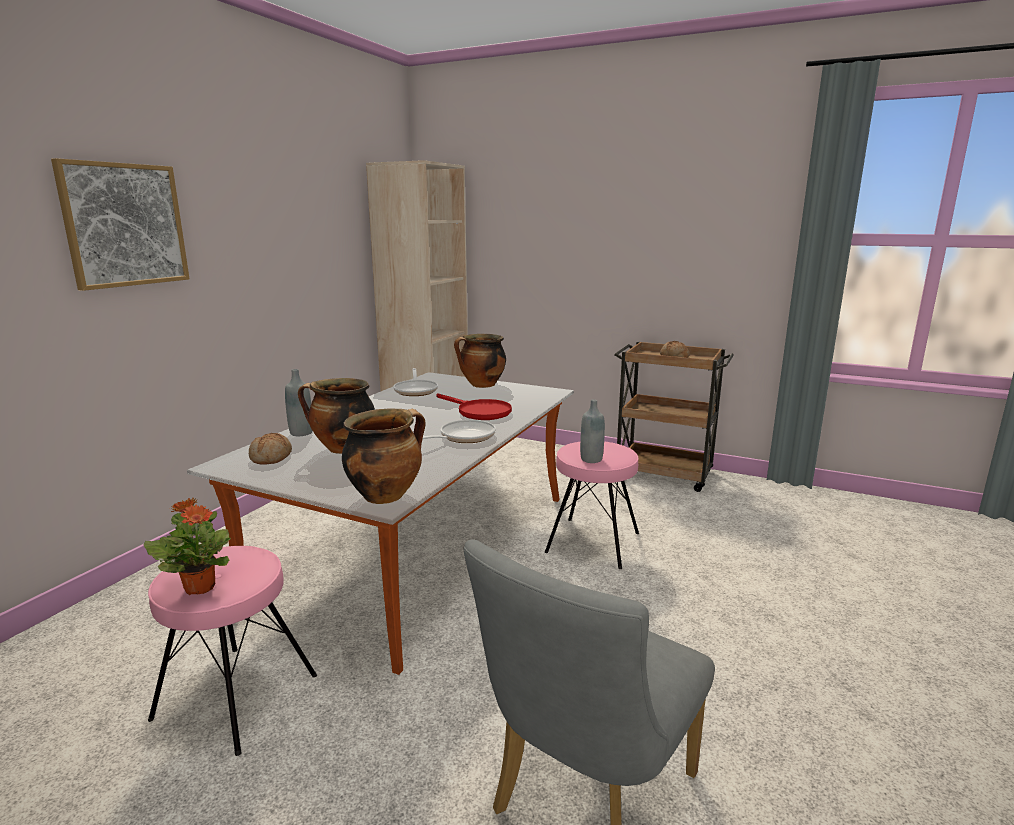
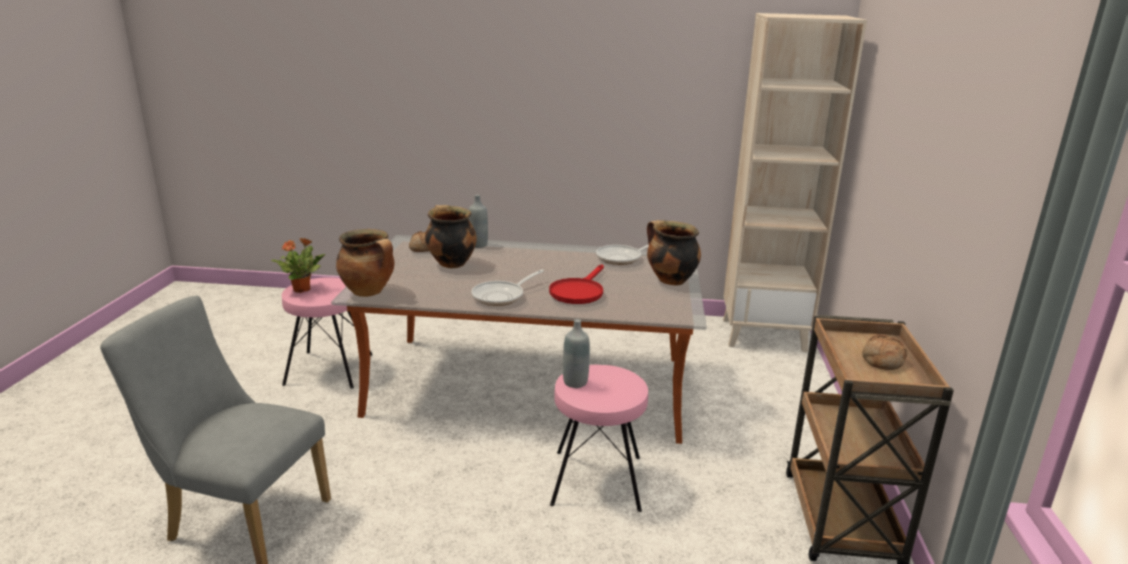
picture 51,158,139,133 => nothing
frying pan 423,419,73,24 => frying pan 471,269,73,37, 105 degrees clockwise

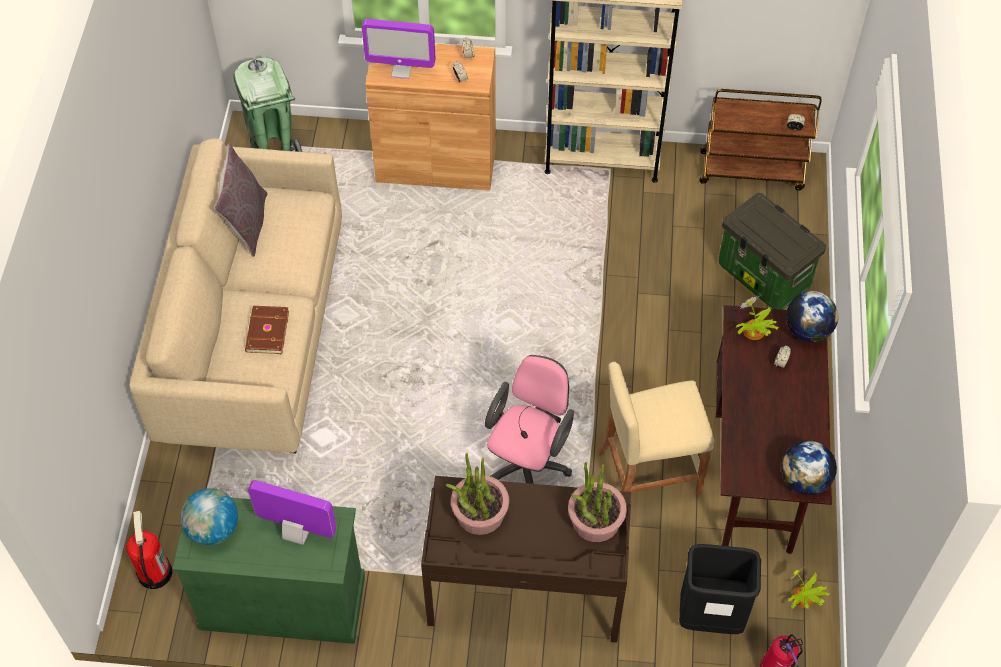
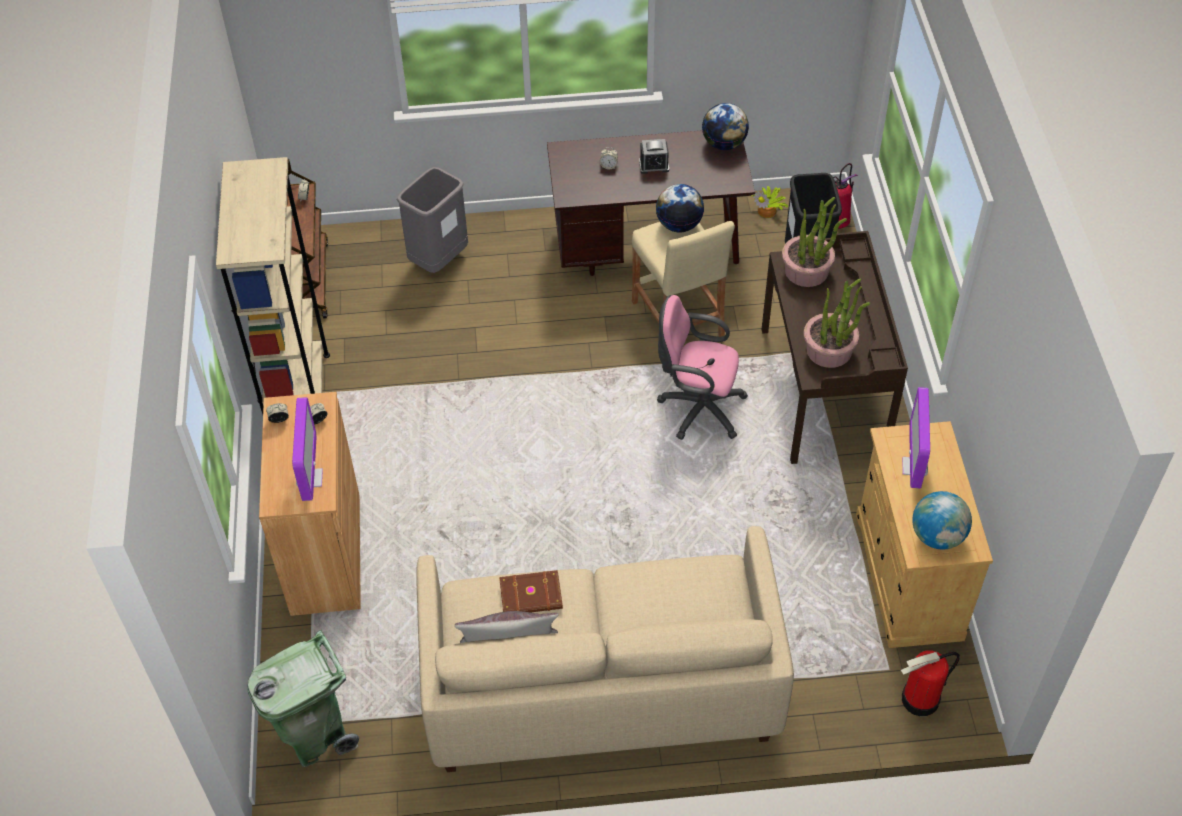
potted plant 736,296,43,44 => nothing
nothing => alarm clock 639,139,30,35
book/brown 245,306,44,48 => book/brown 499,570,64,42, shifted
globe 786,291,52,51 => globe 656,184,48,48, shifted
storage box 719,193,107,117 => trash can/grey 397,167,71,106
cabinet/green 172,494,193,150 => cabinet/beige 856,421,137,227

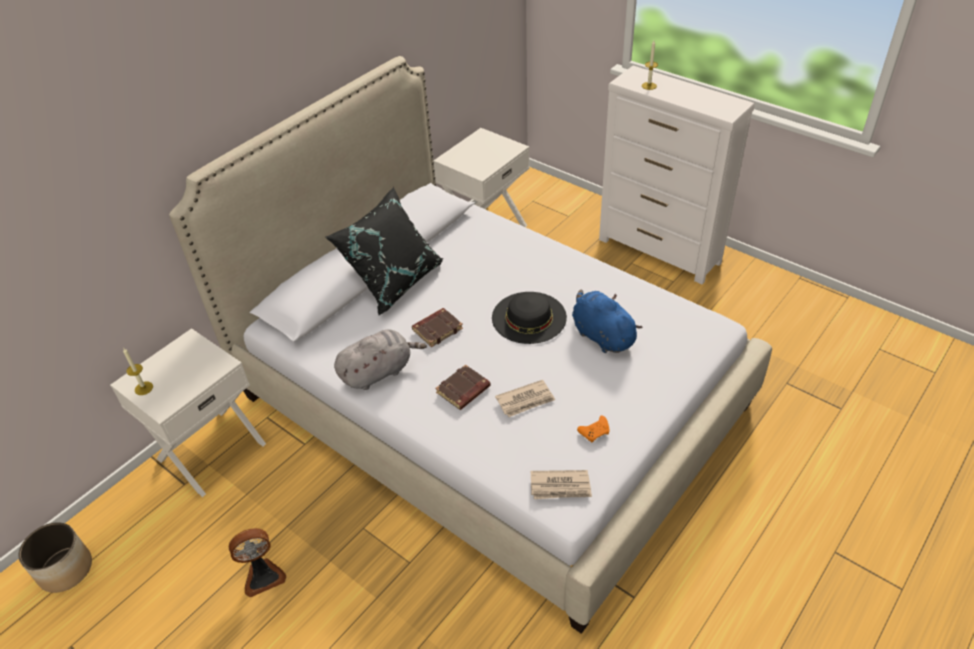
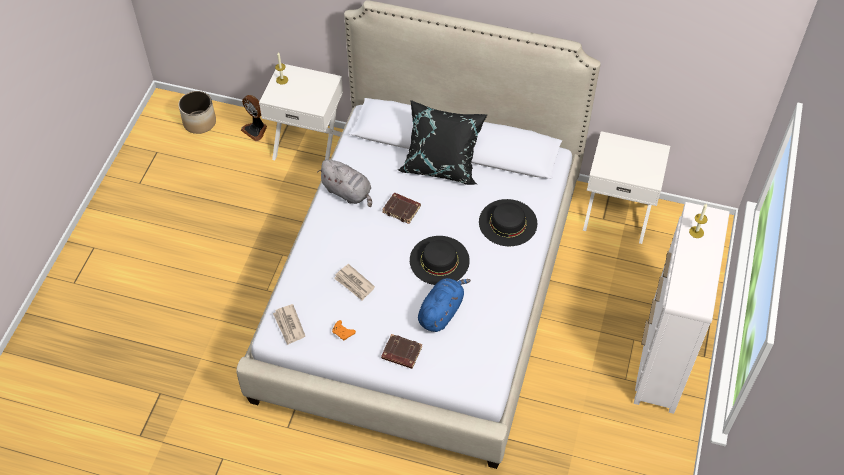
nothing => hat/black 479,199,58,47
fan 228,528,58,69 => fan 241,95,26,46, shifted
book/brown 435,364,56,46 => book/brown 381,334,41,35, shifted

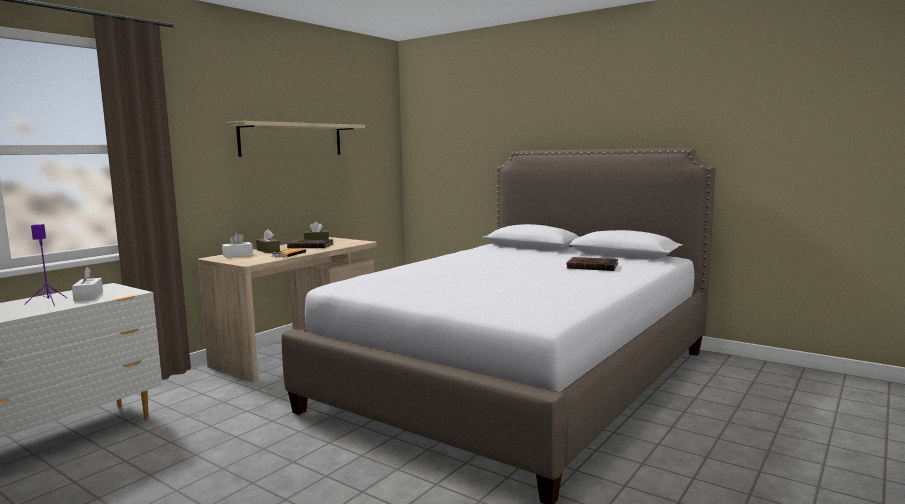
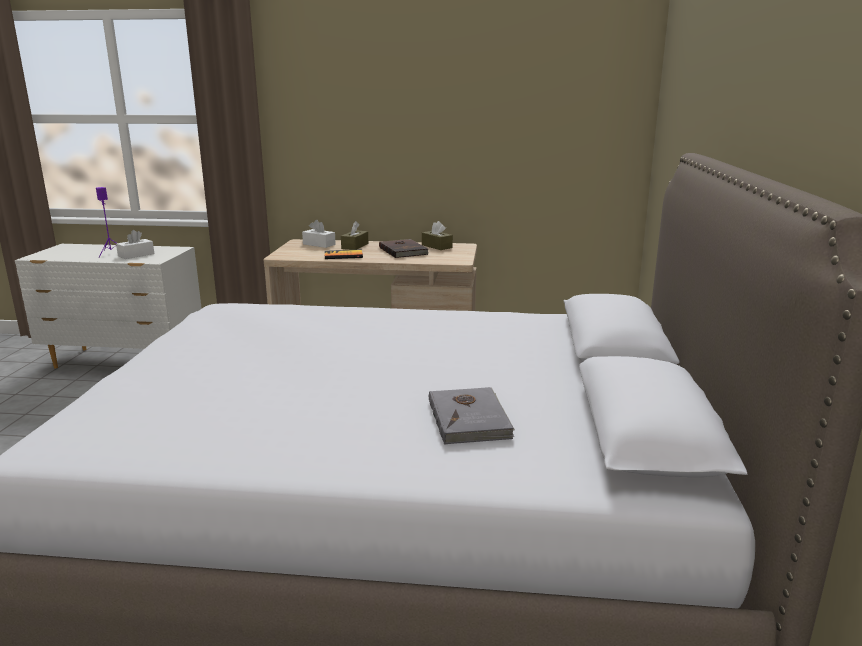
shelf/beige 225,121,140,36 => nothing
book/brown 566,257,52,14 => book/grey 429,387,86,58

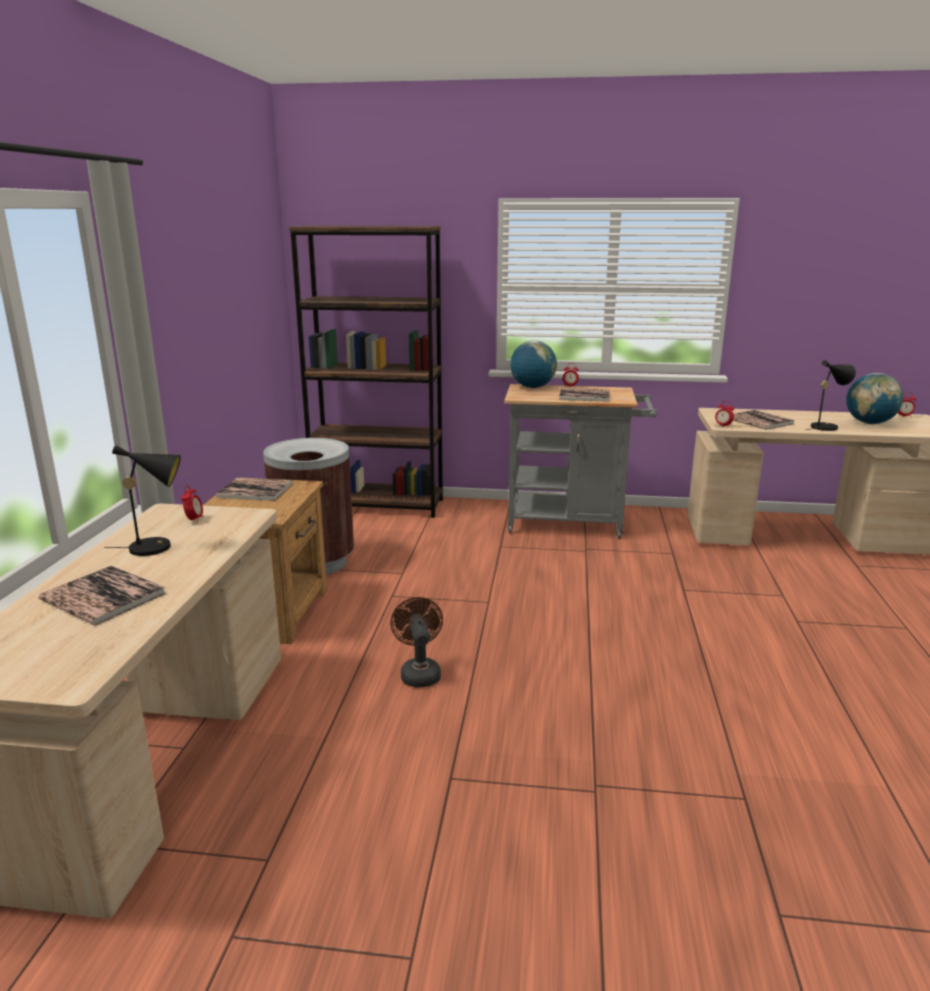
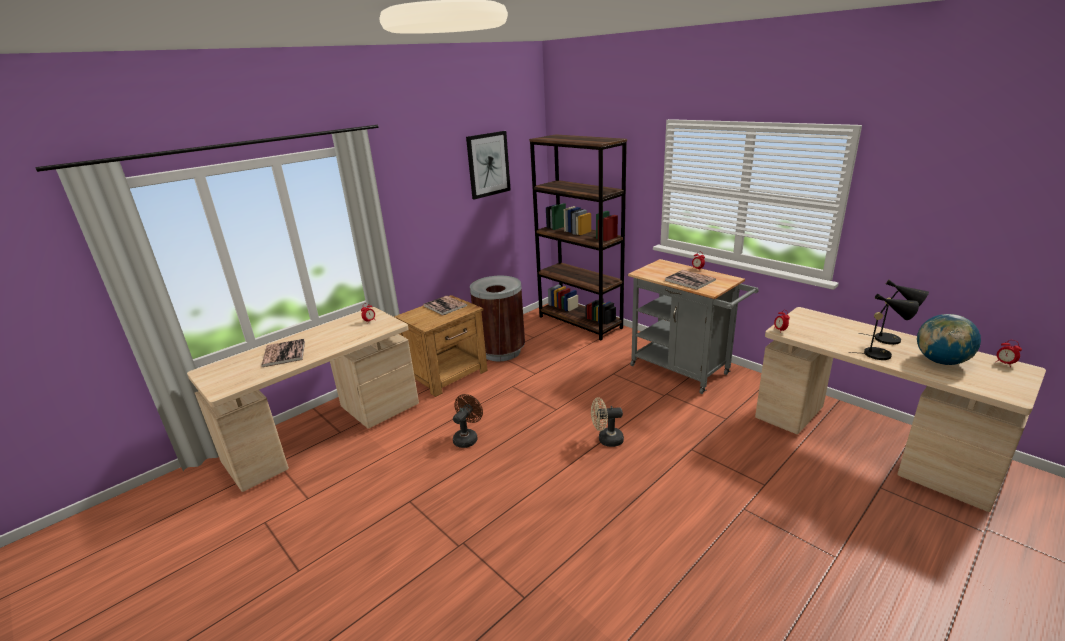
globe 510,341,47,47 => nothing
book 733,410,62,20 => nothing
nothing => picture 466,131,45,68
nothing => fan/beige 591,397,33,50
table lamp/black 105,445,76,111 => table lamp/black 859,280,70,65, shifted

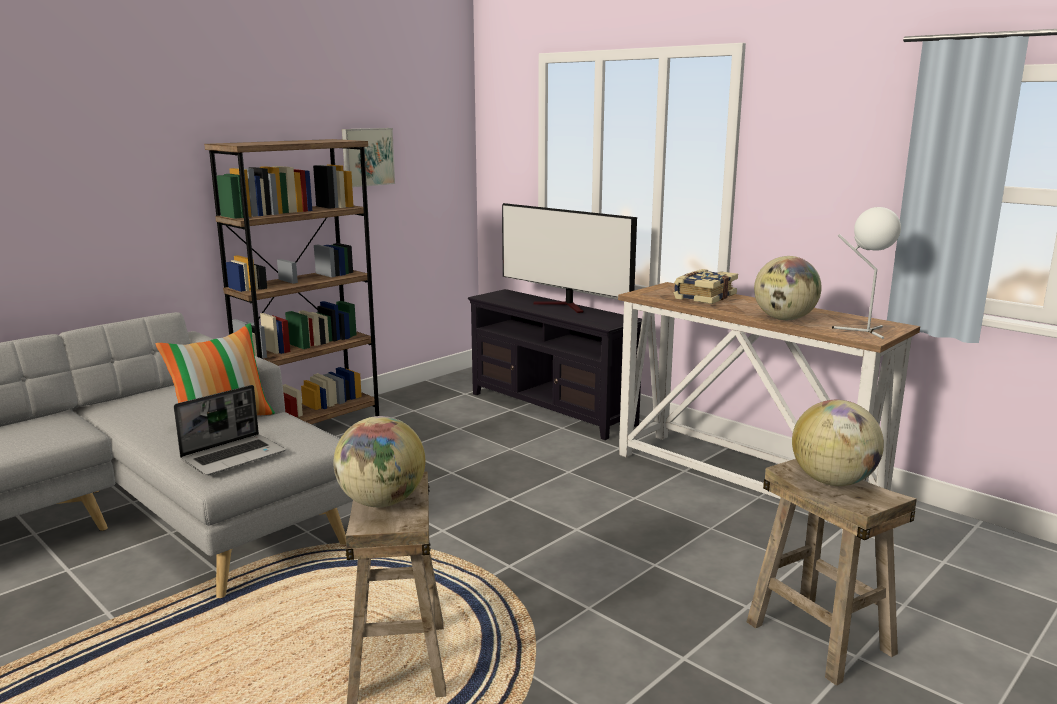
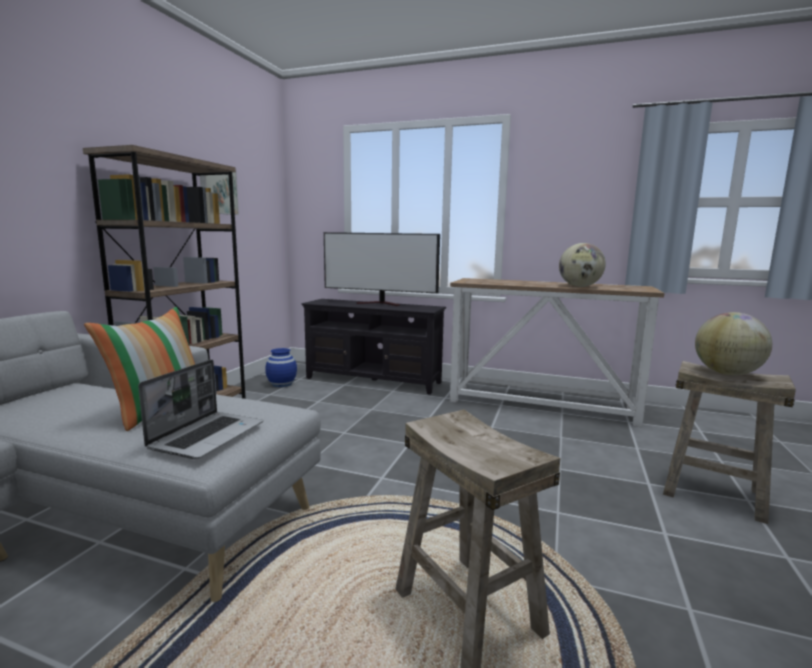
globe 333,416,92,91 => nothing
book 674,269,64,35 => nothing
table lamp/white 832,207,69,132 => nothing
nothing => vase/blue 265,348,32,39

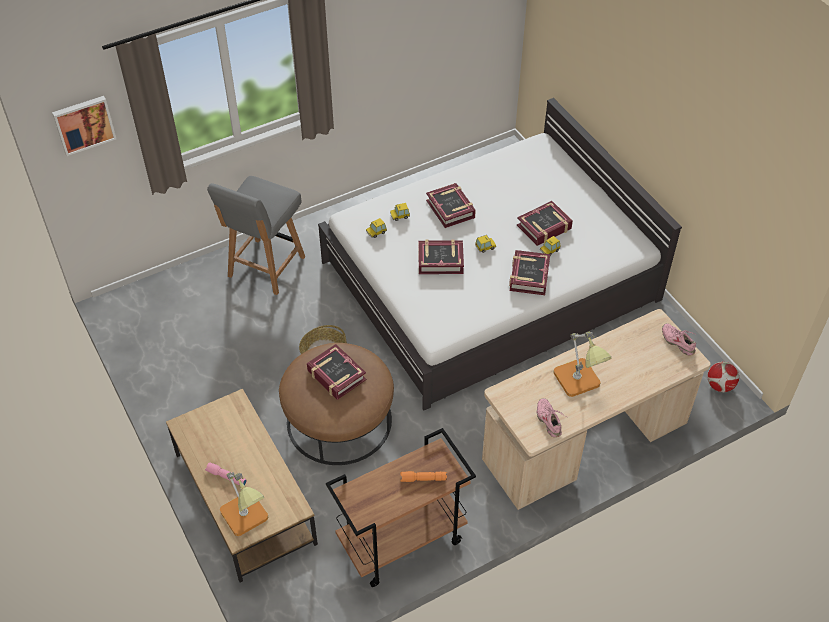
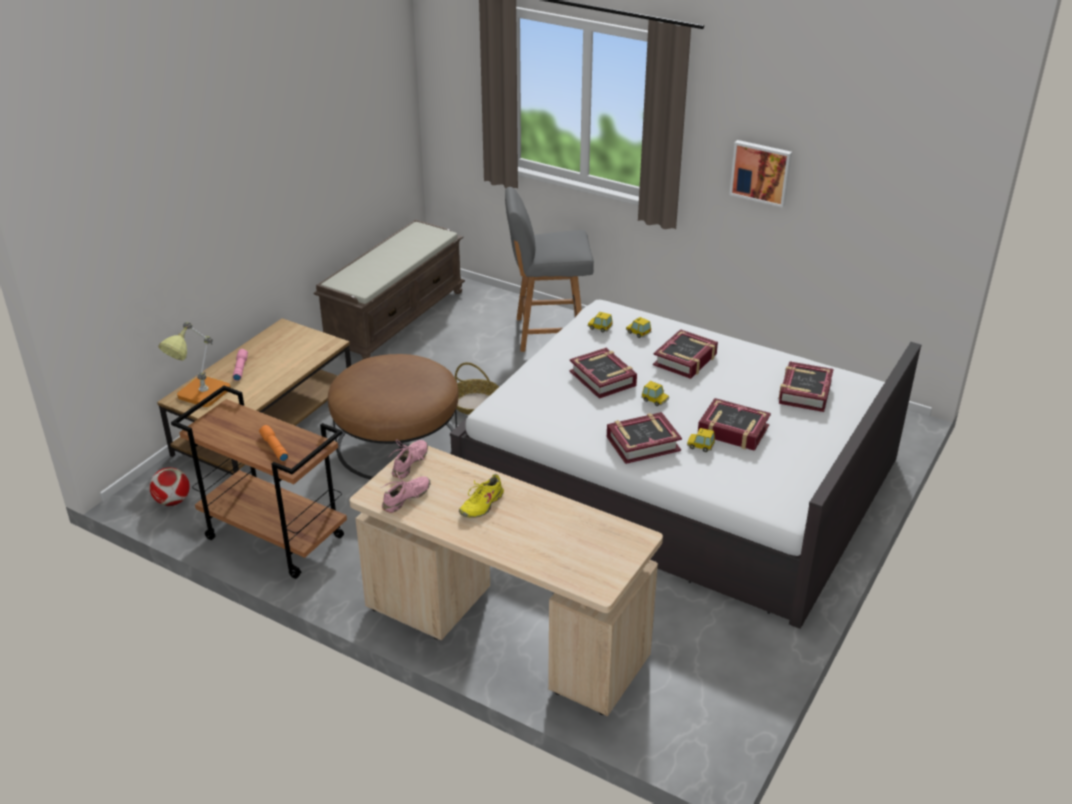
nothing => bench/brown 313,220,152,140
picture 52,96,64,60 => picture 729,140,63,68, shifted
book 307,344,59,56 => book 779,361,55,51, shifted
shoe/pink 662,323,34,33 => shoe/pink 389,439,39,39, shifted
football 707,362,32,30 => football 149,467,41,39, shifted
table lamp 553,331,59,66 => shoe/yellow 459,474,46,44

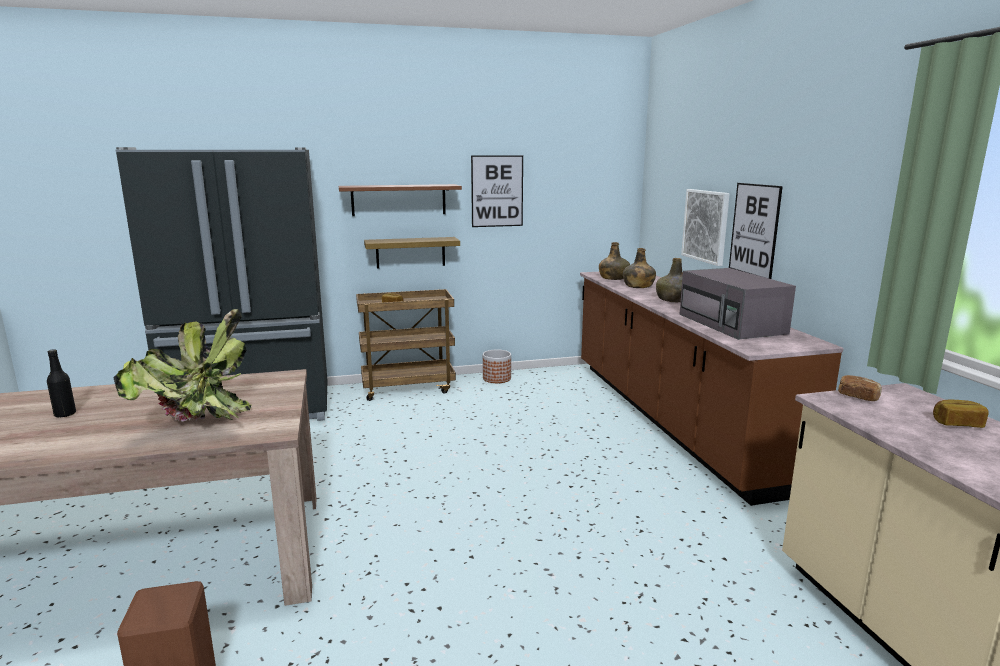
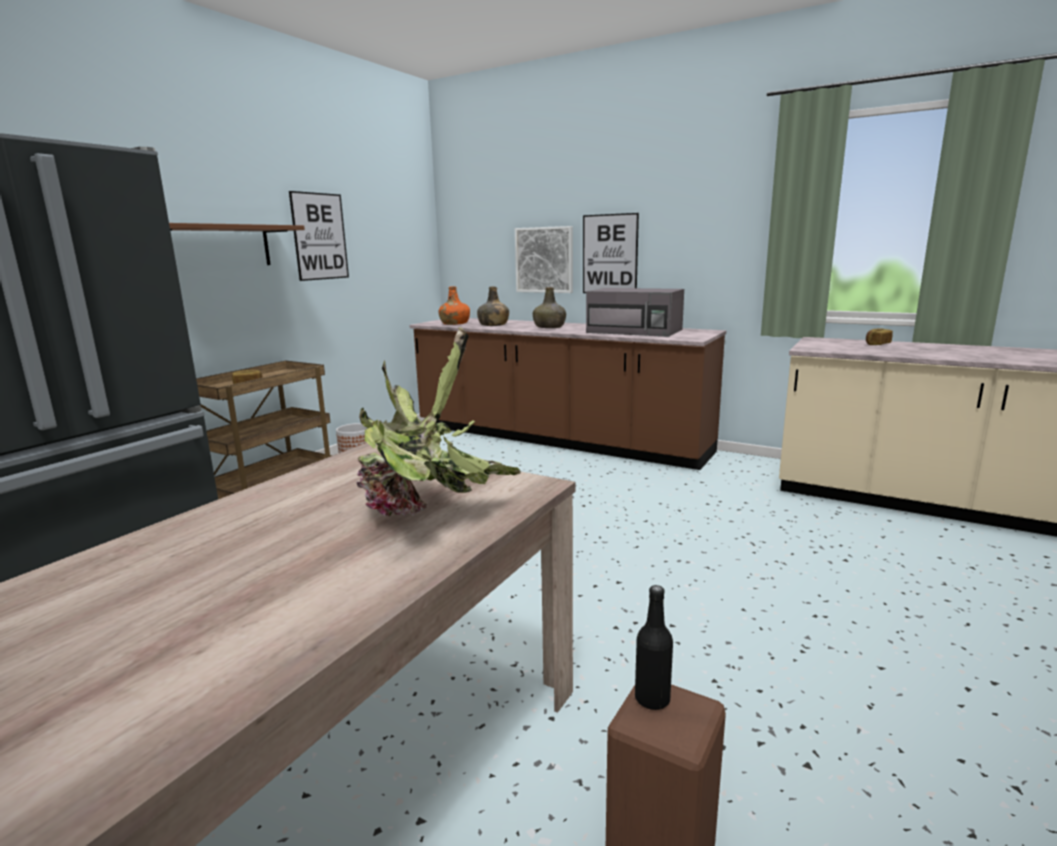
shelf 364,237,96,32 => nothing
bread 838,375,44,26 => nothing
bottle/black 47,349,29,68 => bottle/black 635,585,38,125, shifted
bottle/green 599,242,31,38 => bottle/orange 438,286,32,39

